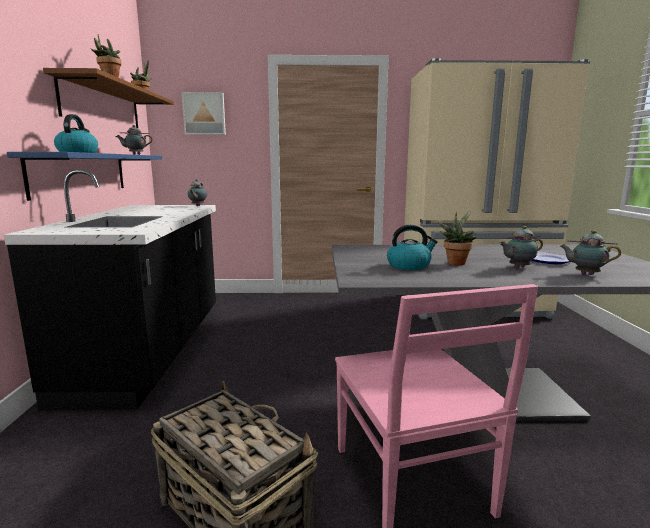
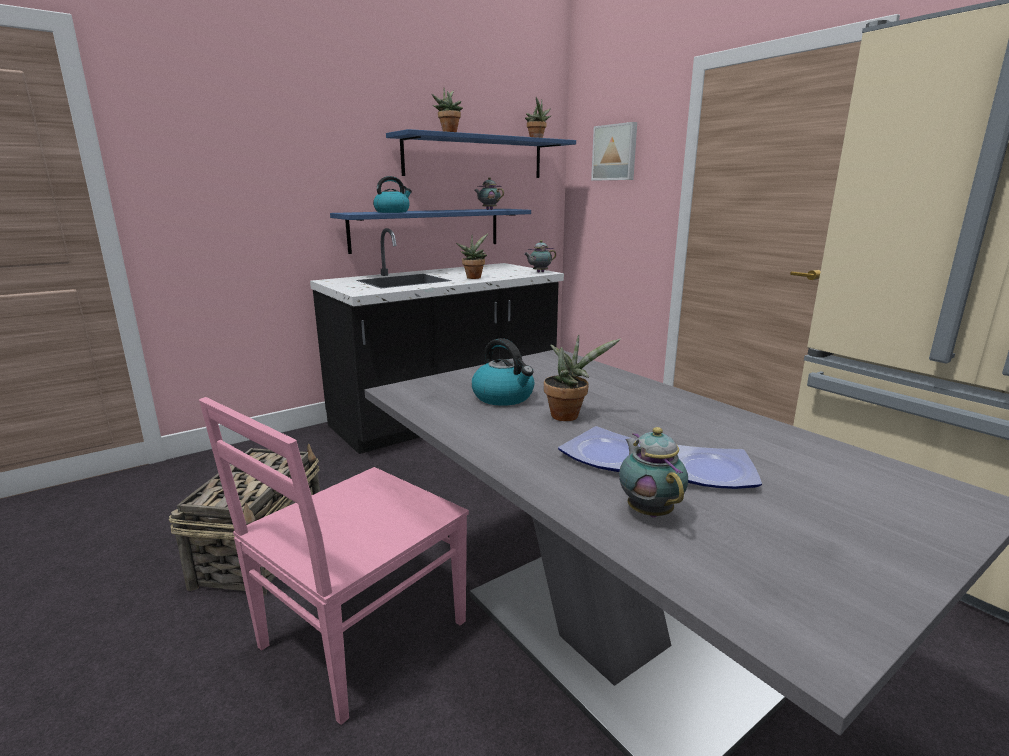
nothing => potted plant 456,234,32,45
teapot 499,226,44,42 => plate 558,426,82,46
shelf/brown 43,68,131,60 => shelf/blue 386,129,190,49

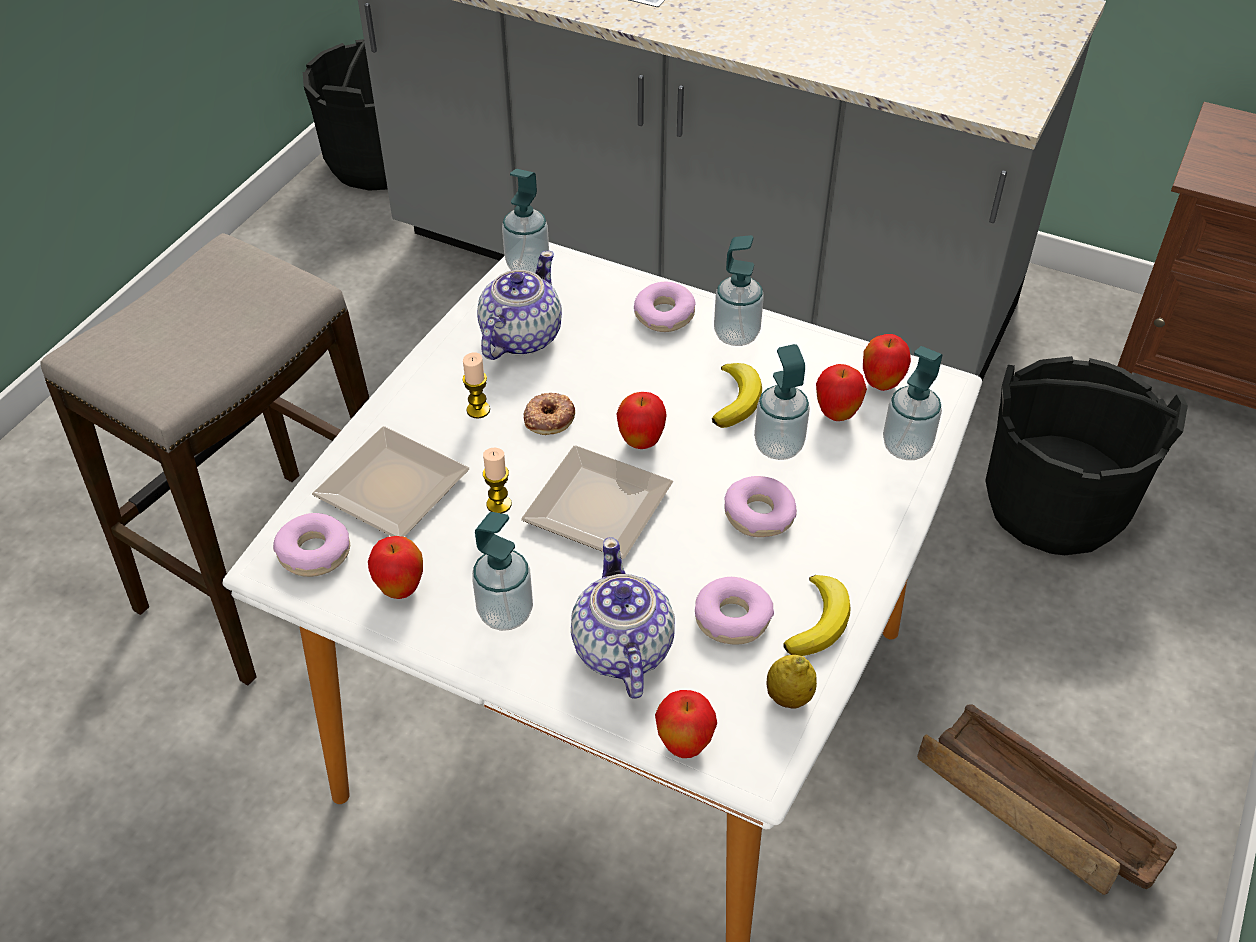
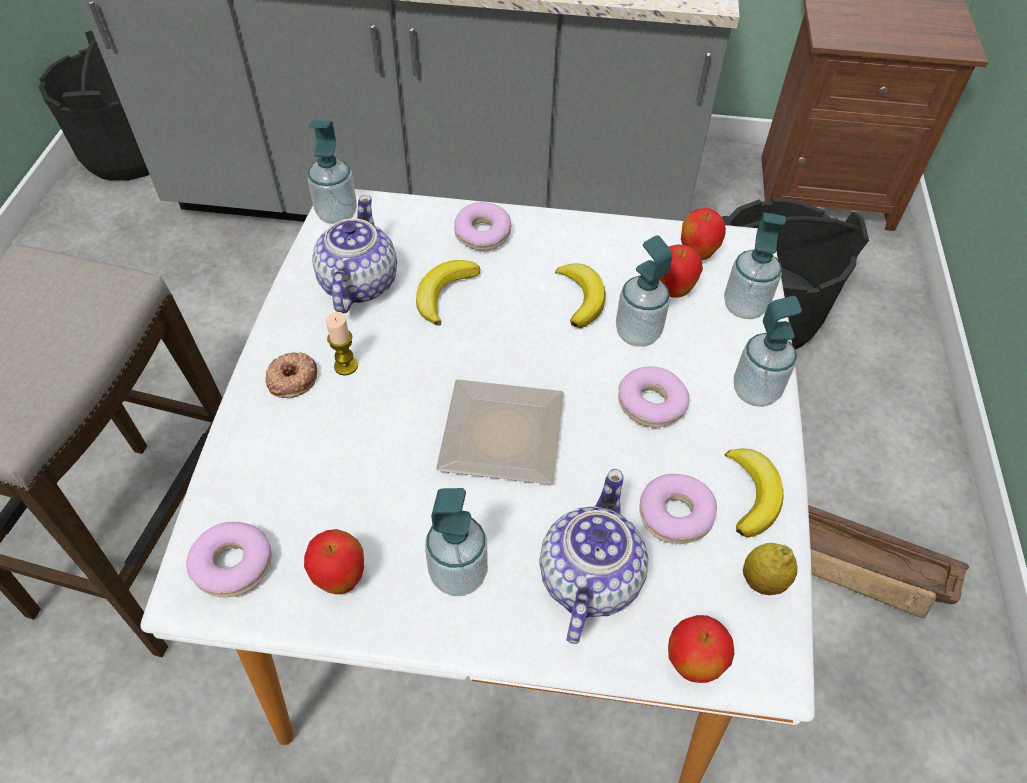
plate 312,426,157,111 => nothing
candle 483,448,28,66 => nothing
apple 617,392,50,57 => nothing
nothing => banana 416,260,64,66
donut 523,393,52,42 => donut 265,352,52,46, shifted
soap dispenser 714,235,50,111 => soap dispenser 734,296,68,111, shifted
teapot 571,537,104,162 => teapot 539,469,110,175, 45 degrees clockwise

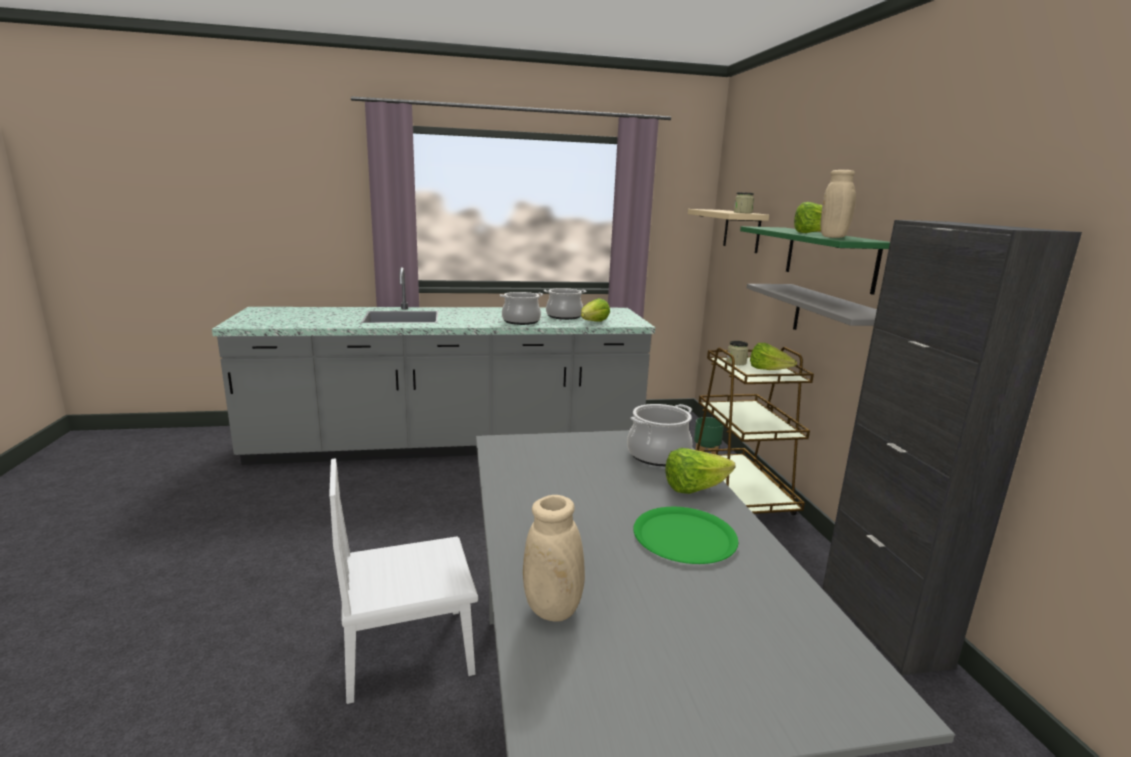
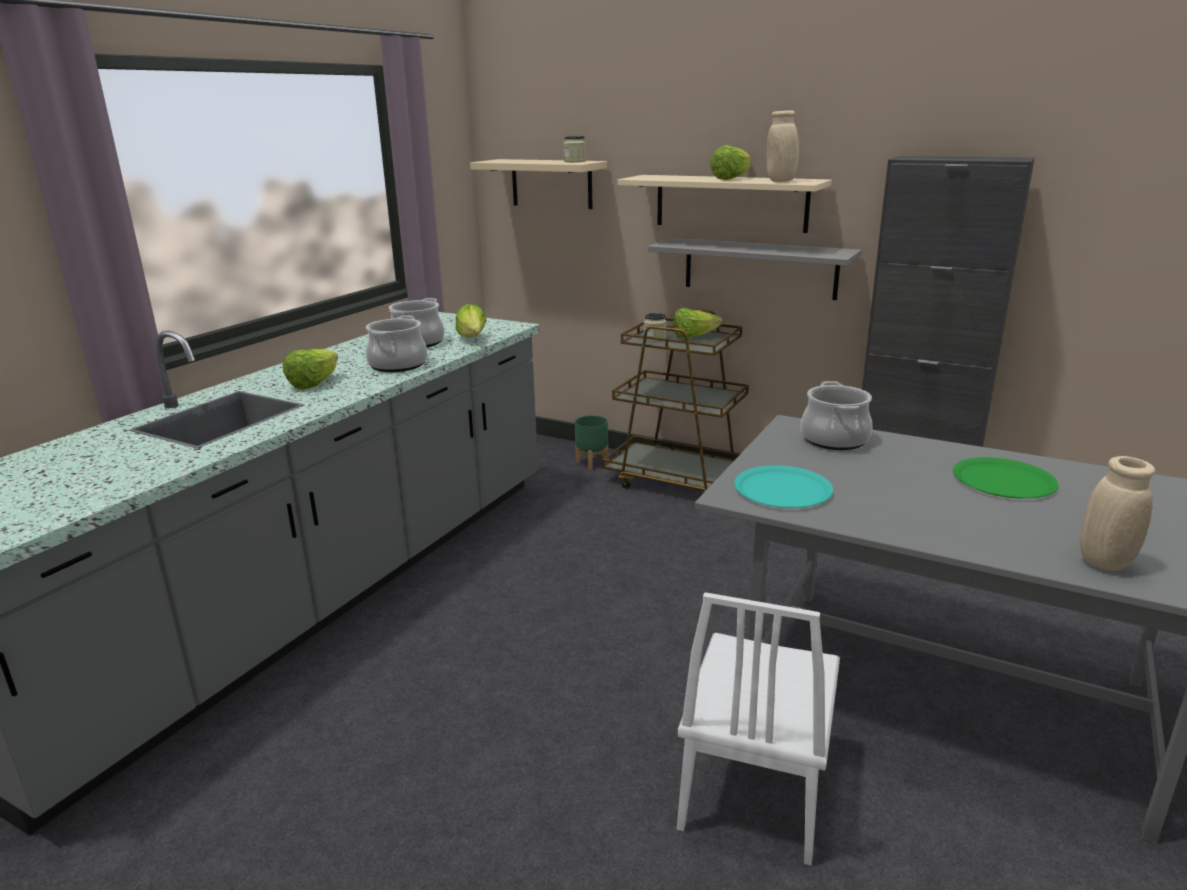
nothing => plate/turquoise 734,465,99,43
lettuce 666,448,70,46 => lettuce 283,349,55,41, shifted
shelf/green 740,226,150,69 => shelf/beige 617,175,215,58

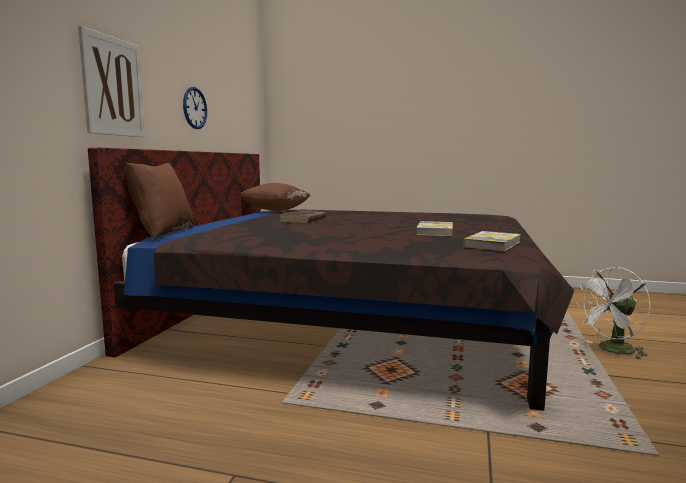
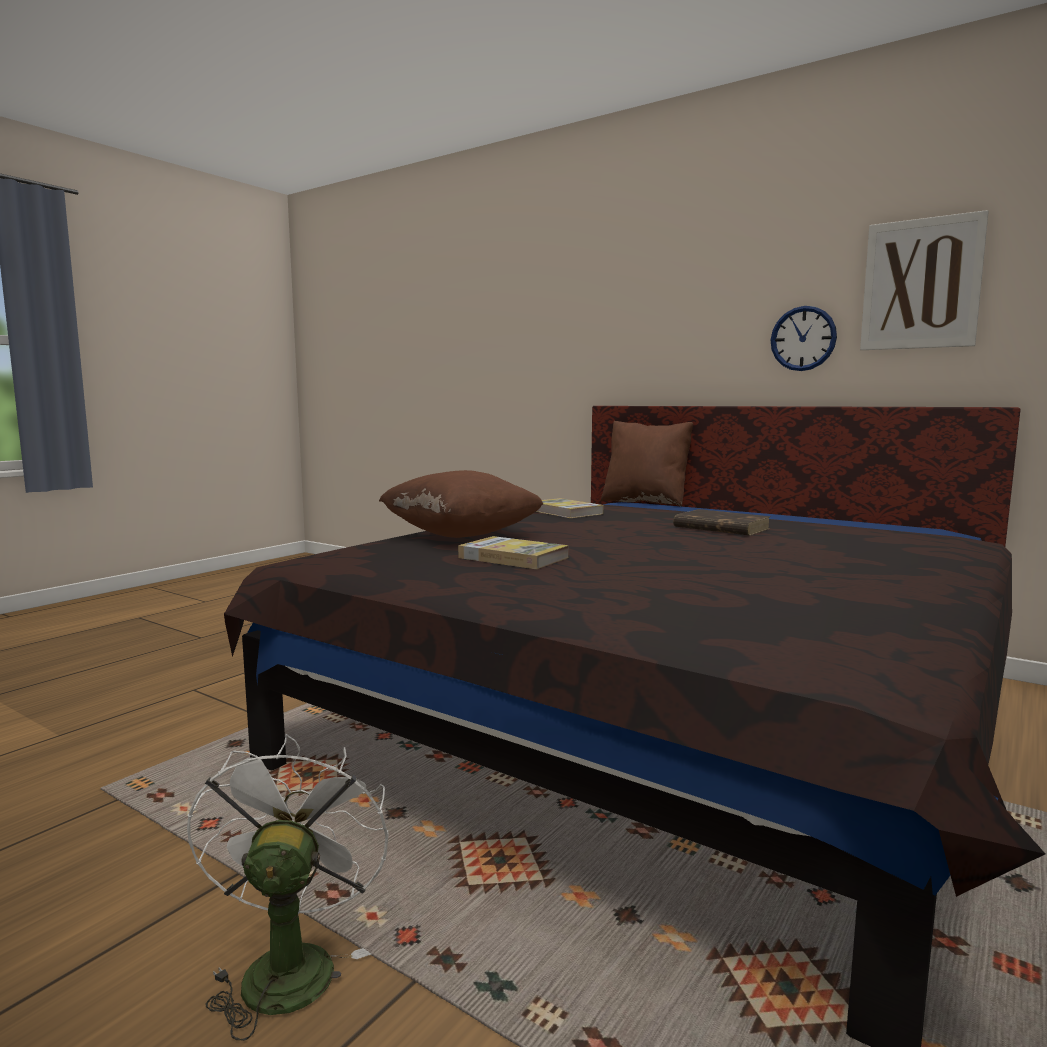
picture 78,26,67,111 => picture 860,210,129,140, shifted
pillow/brown 241,183,70,28 => pillow/brown 379,470,164,68, shifted
book 464,231,57,20 => book 536,498,67,20, shifted

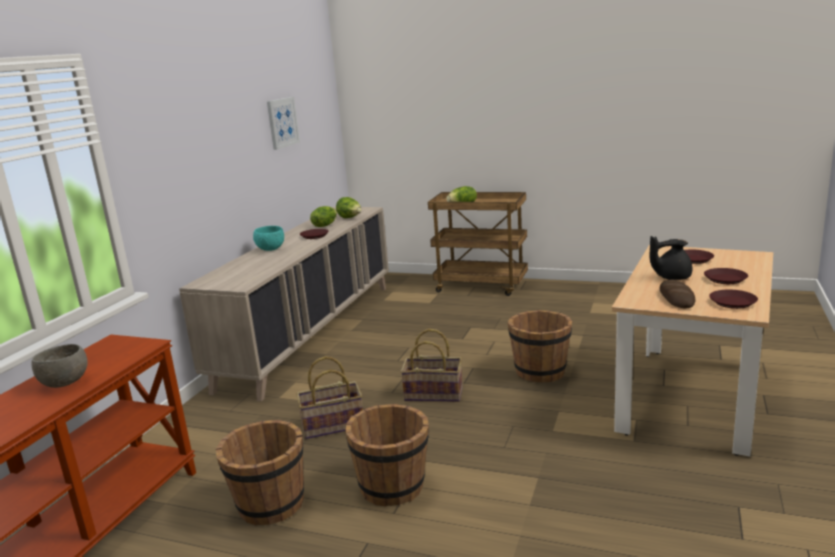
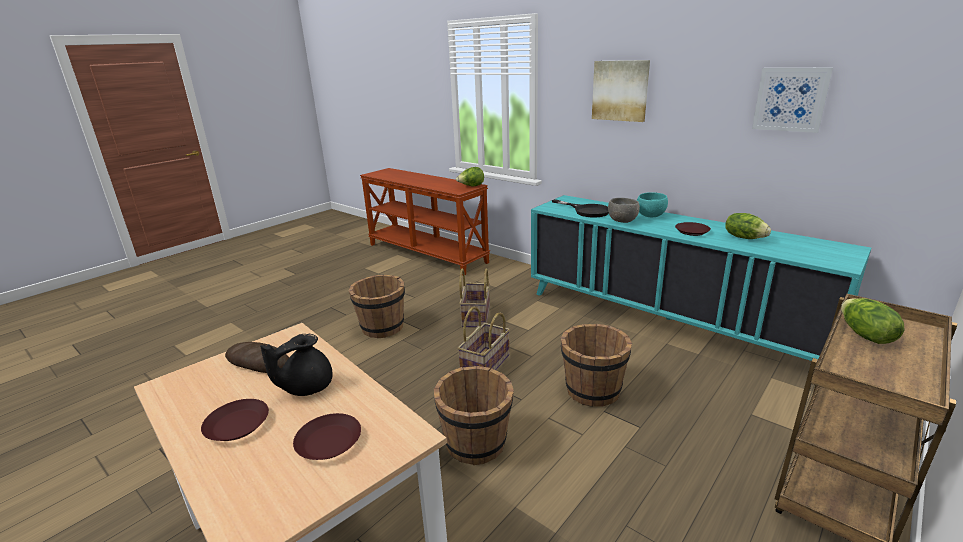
plate/brown 709,290,49,19 => nothing
nothing => frying pan/black 552,199,57,18
nothing => picture 592,60,58,62
bowl/grey 31,344,57,44 => bowl/grey 608,198,32,25, shifted
bucket/brown 216,420,88,106 => bucket/brown 560,324,72,83, shifted
lettuce 336,197,26,21 => lettuce 456,167,28,19, shifted
cabinet/beige 179,207,210,194 => cabinet/turquoise 531,195,340,166
teapot/black 649,236,43,44 => teapot/black 260,334,72,62, 150 degrees counterclockwise

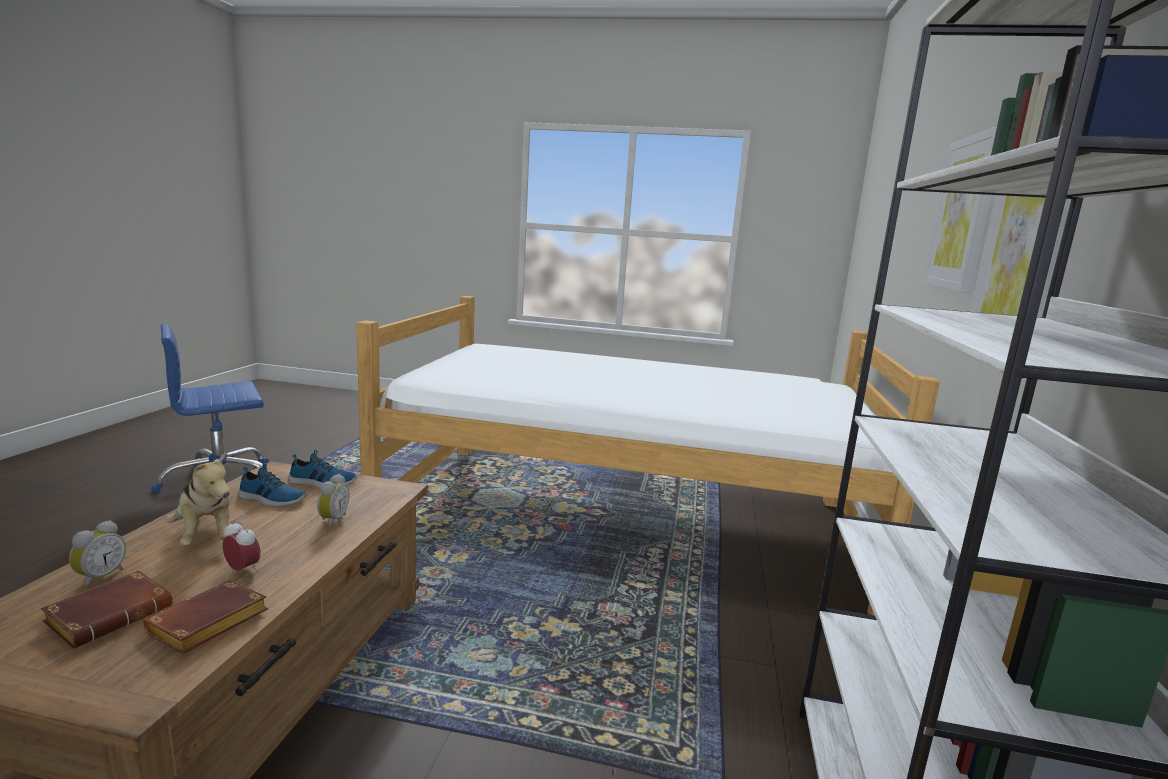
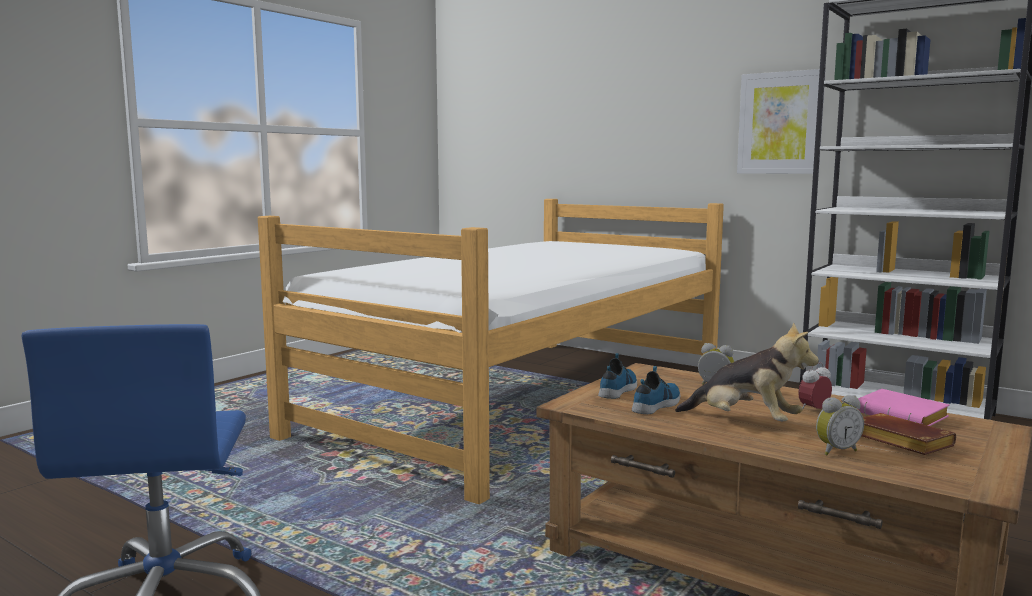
picture 923,126,74,167 => nothing
book/brown 143,580,125,74 => book/pink 858,389,92,37
alarm clock 69,520,57,68 => alarm clock 816,395,48,60, 120 degrees clockwise
plush toy 165,452,67,93 => plush toy 675,322,144,99, 45 degrees clockwise

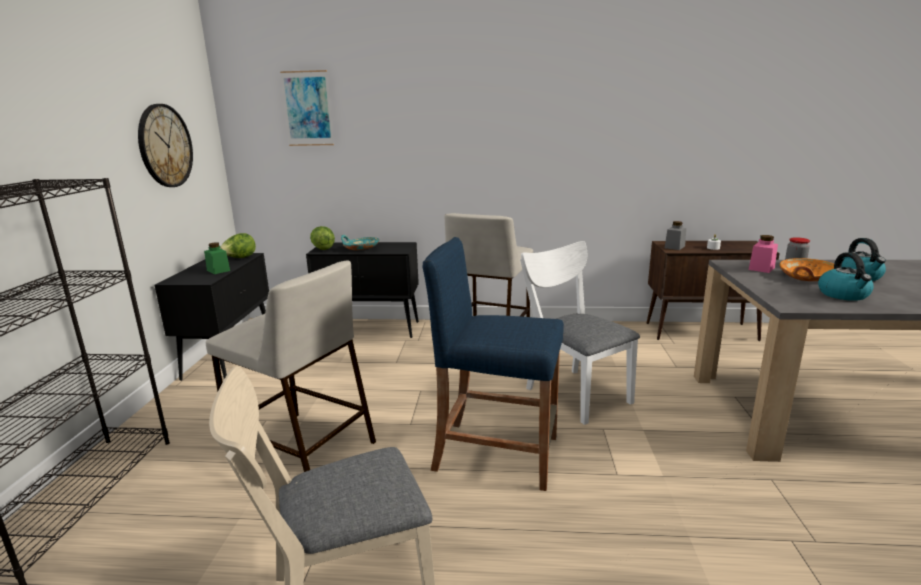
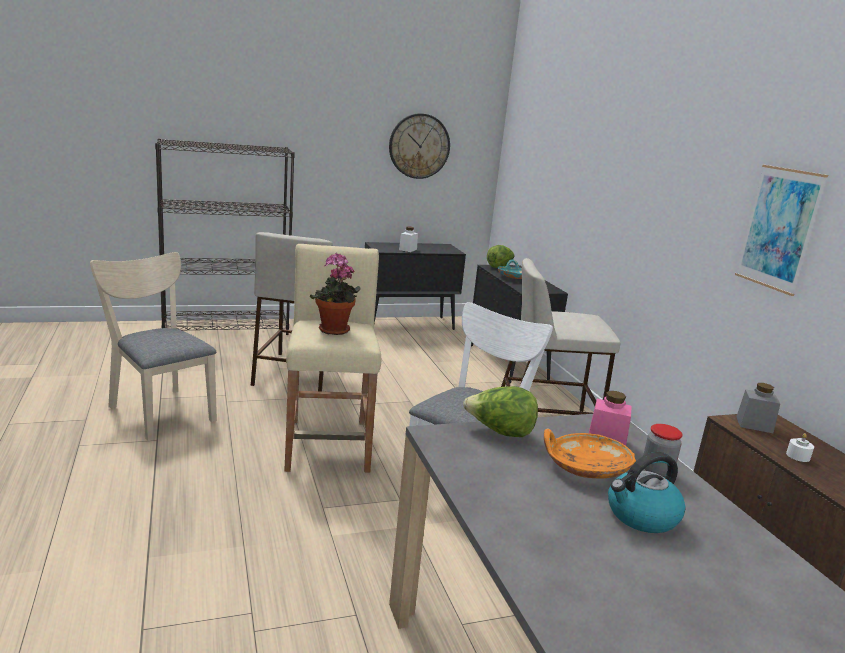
kettle 818,252,56,49 => nothing
nothing => potted plant 310,253,51,82
lettuce 220,233,36,25 => lettuce 463,386,75,51, shifted
picture 280,70,54,76 => picture 735,165,93,131, shifted
jar/green 204,242,26,32 => jar/white 399,226,19,26
stool/blue 423,237,141,254 => stool/beige 284,244,97,229

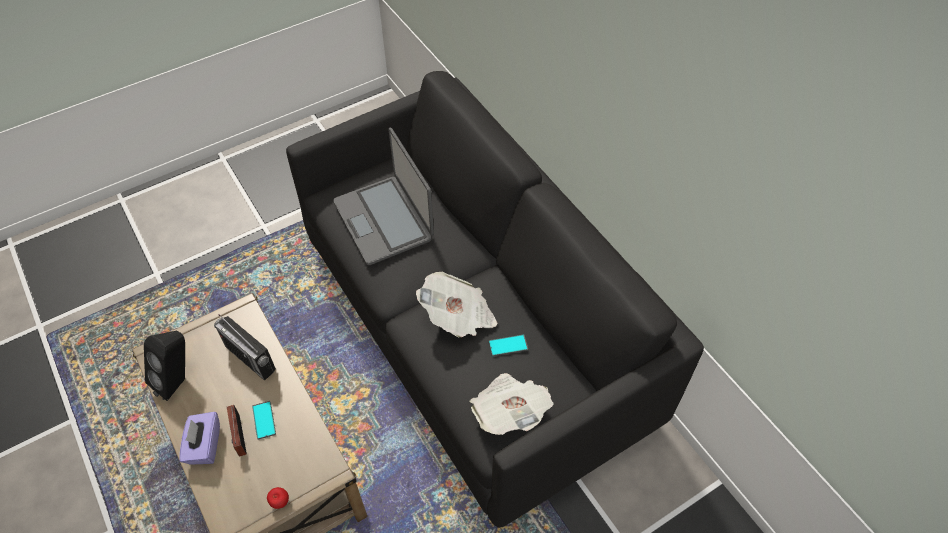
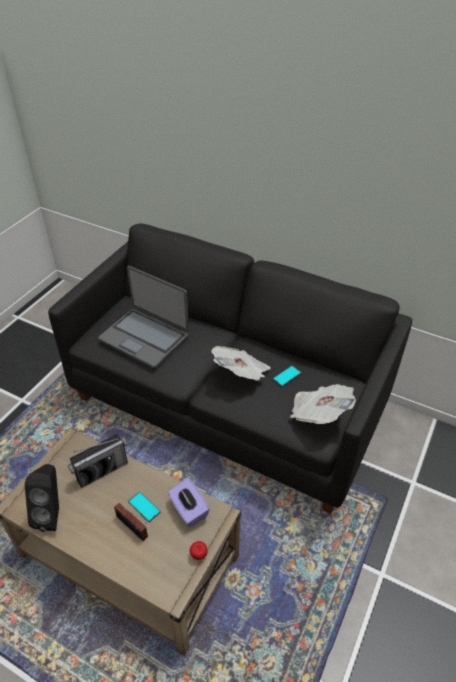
tissue box/purple 179,412,41,53 => tissue box/purple 168,478,42,49, shifted
radio 214,314,62,67 => radio 68,434,60,54, 45 degrees counterclockwise

